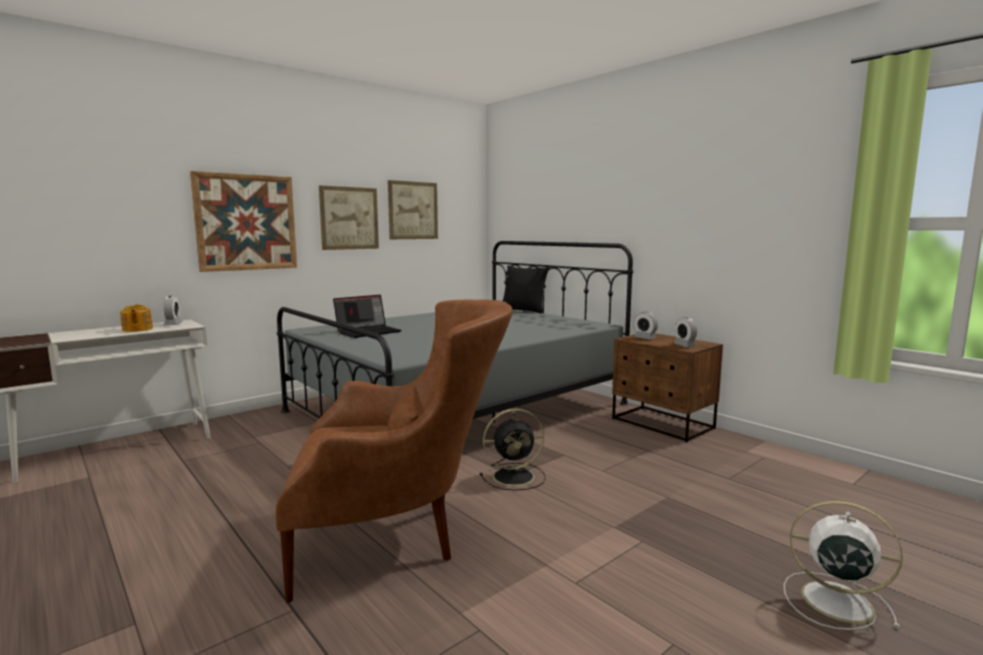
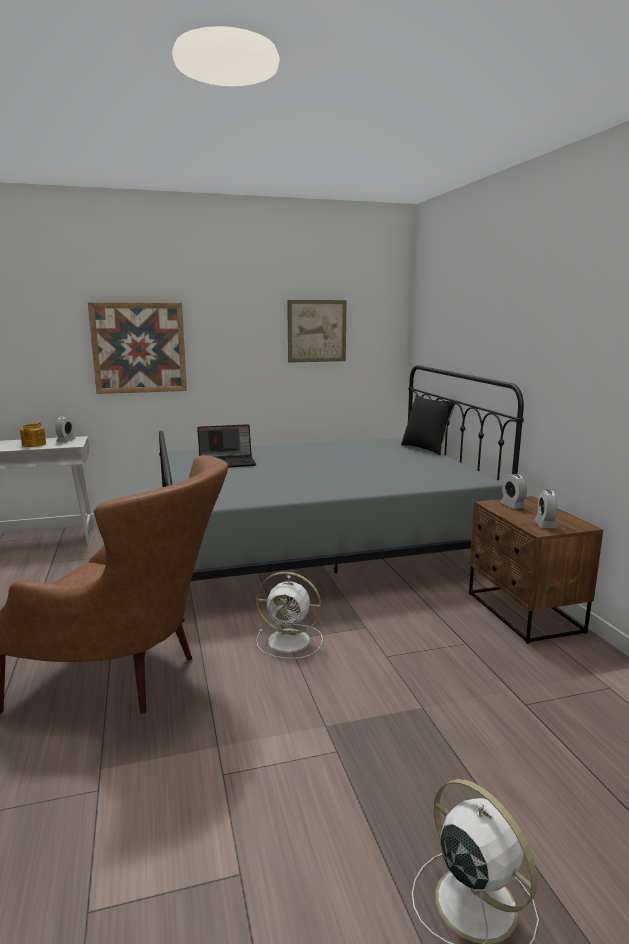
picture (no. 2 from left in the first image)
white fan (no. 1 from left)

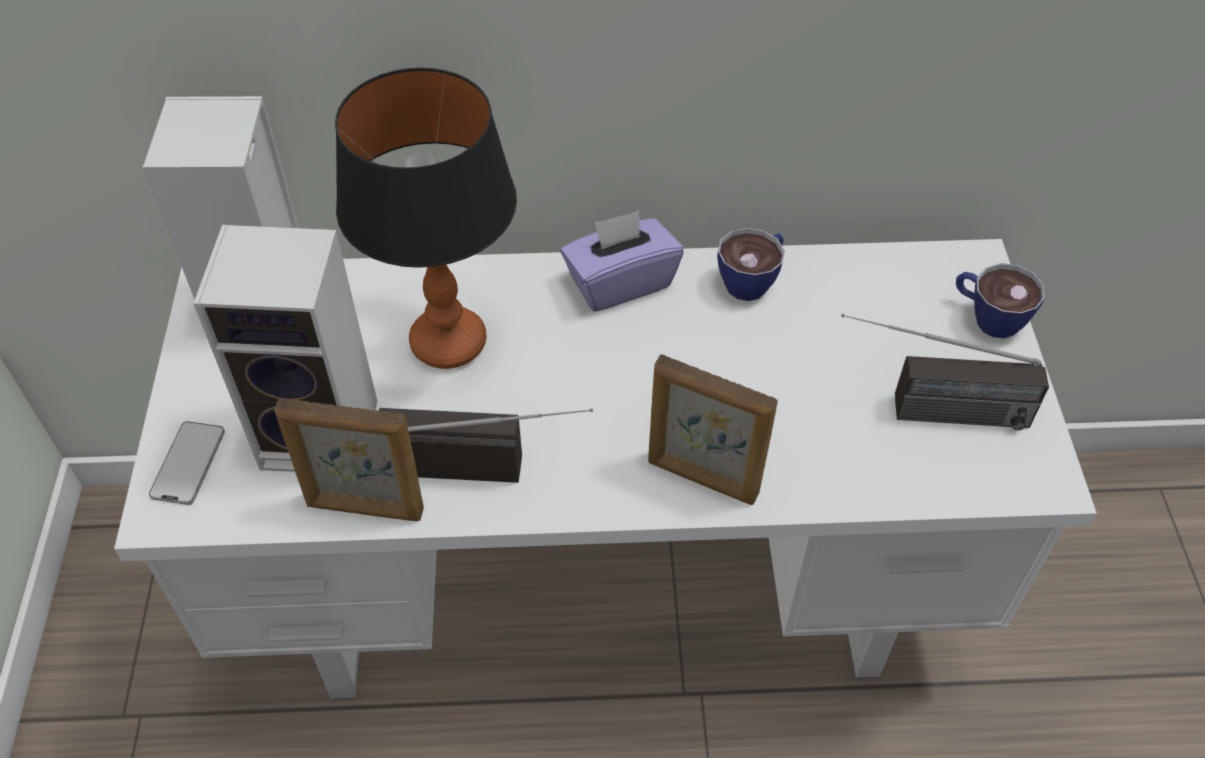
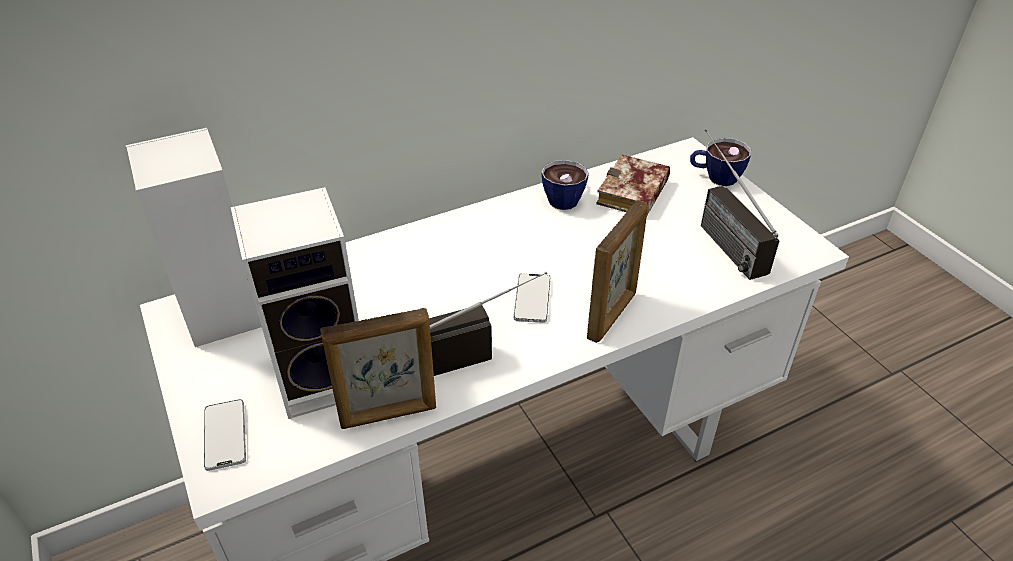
table lamp
purple tissue box
picture frame (no. 2 from left)
radio (no. 2 from left)
phone (no. 2 from left)
book

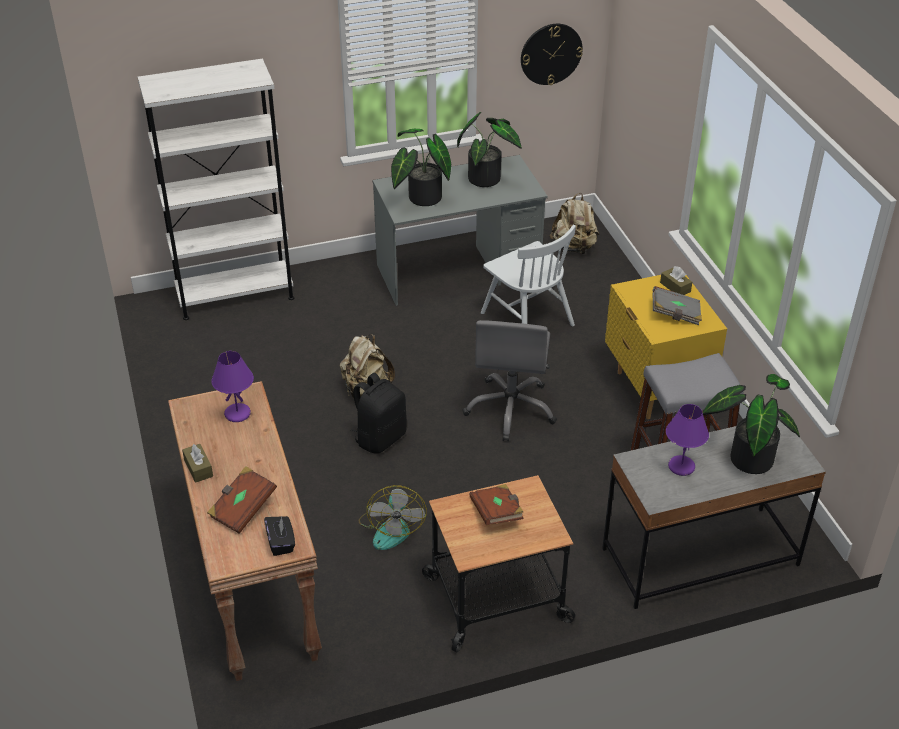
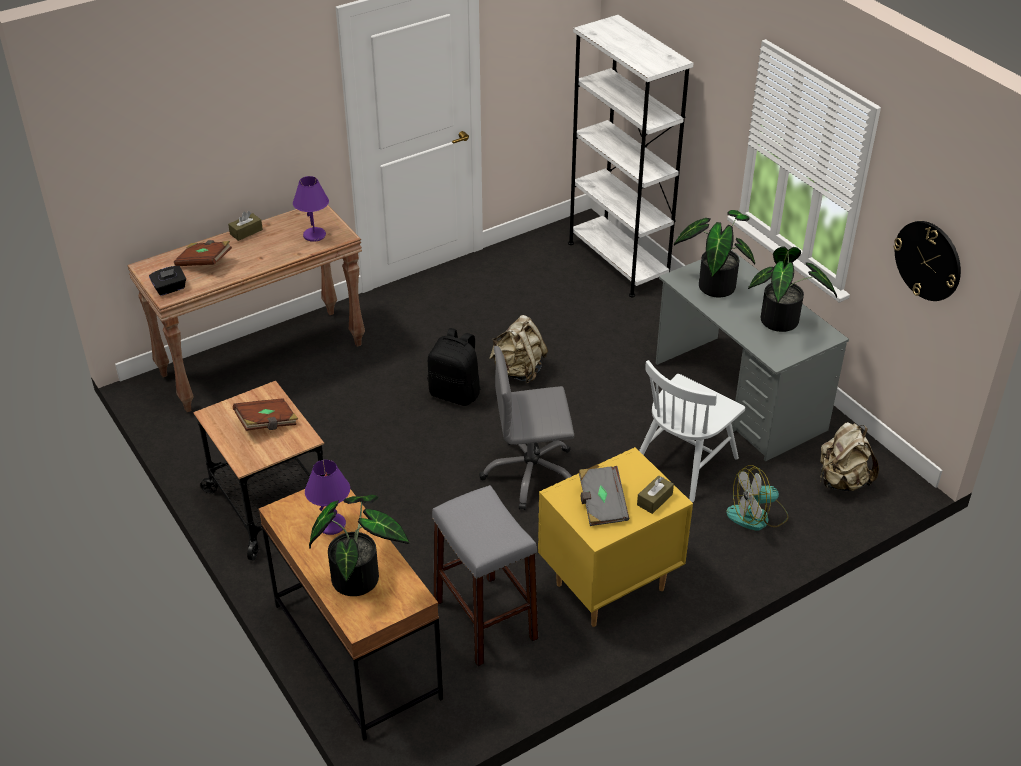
fan
brown desk

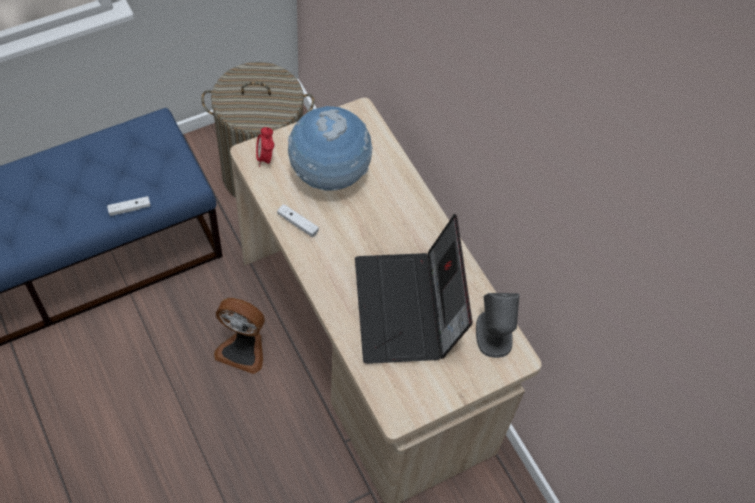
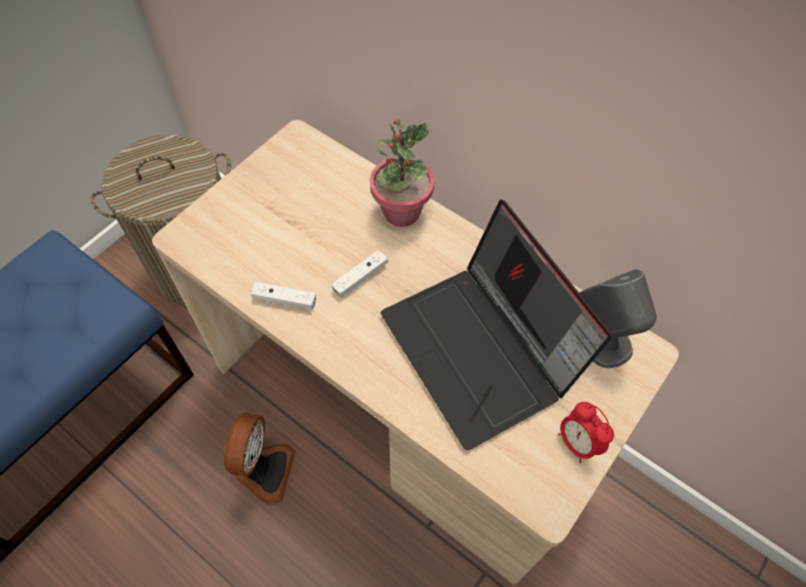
white game controller (no. 2 from left)
fan
alarm clock
globe
potted plant

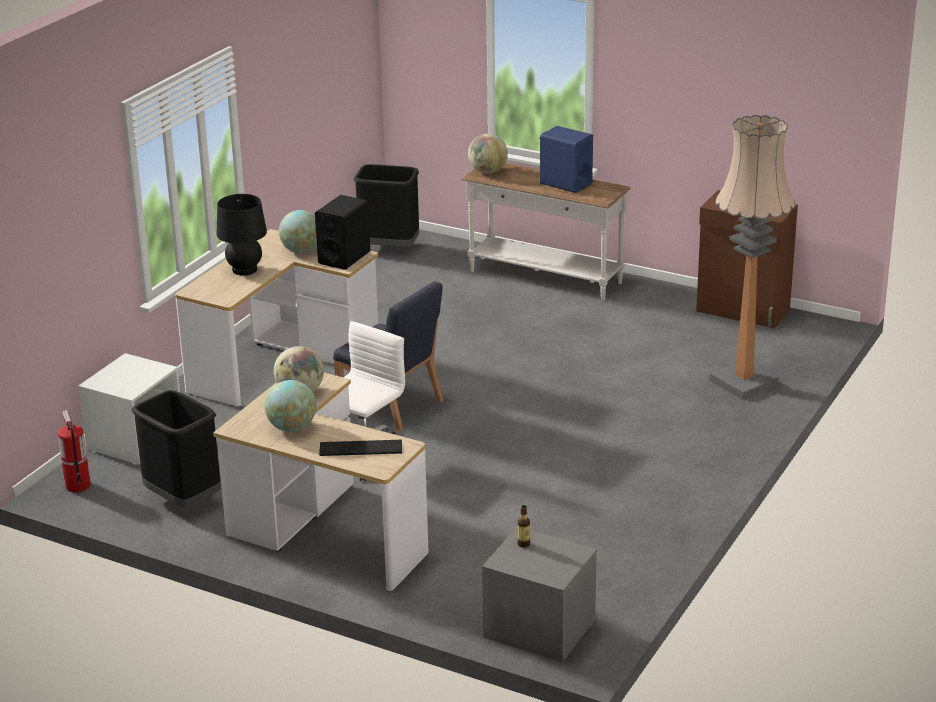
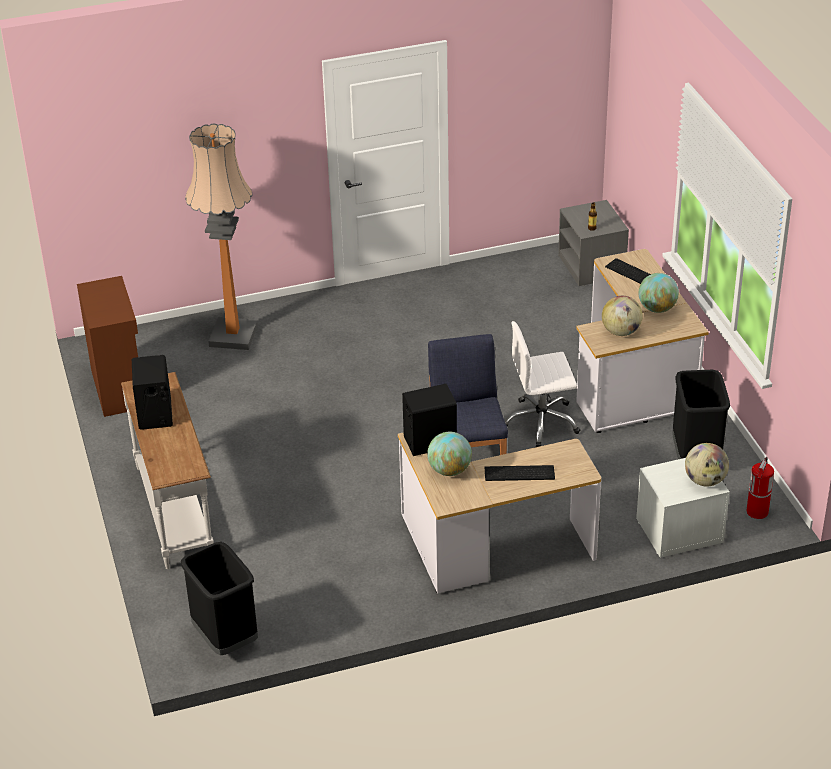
keyboard (no. 1 from left)
globe (no. 4 from left)
black speaker (no. 1 from left)

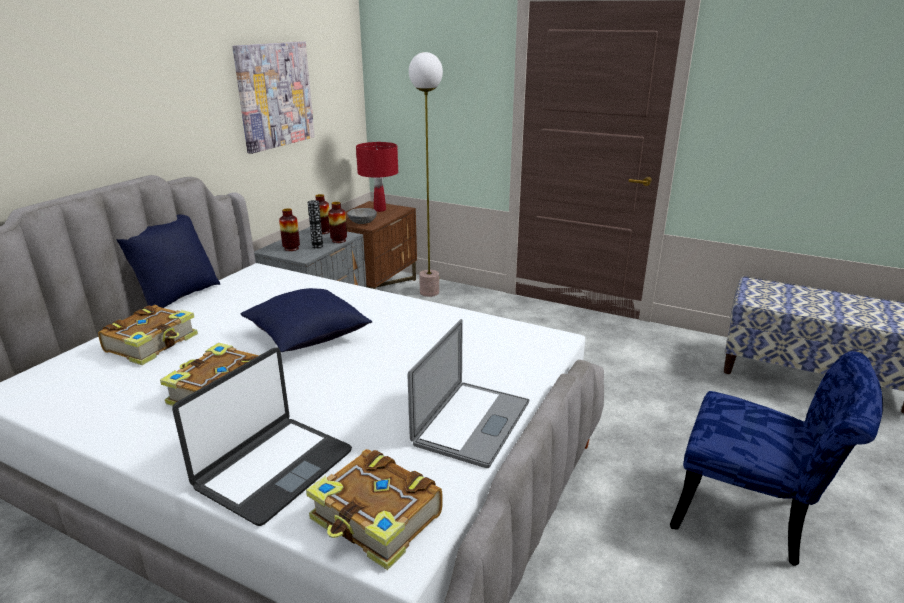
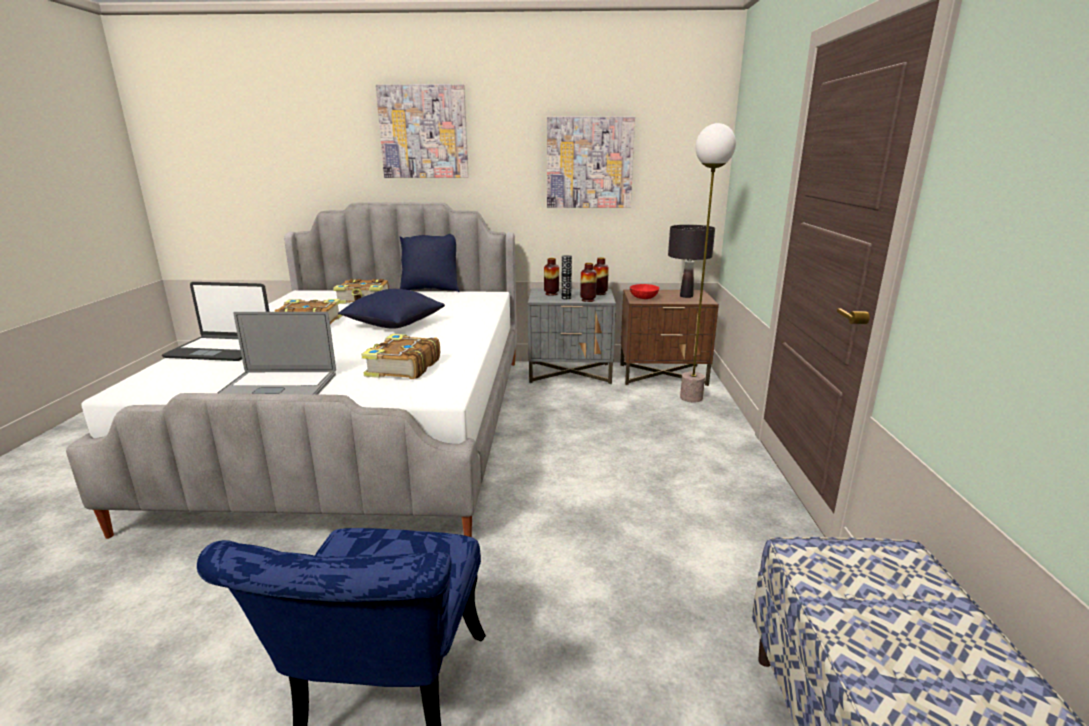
book (no. 3 from left)
red bowl
black table lamp
picture (no. 1 from left)

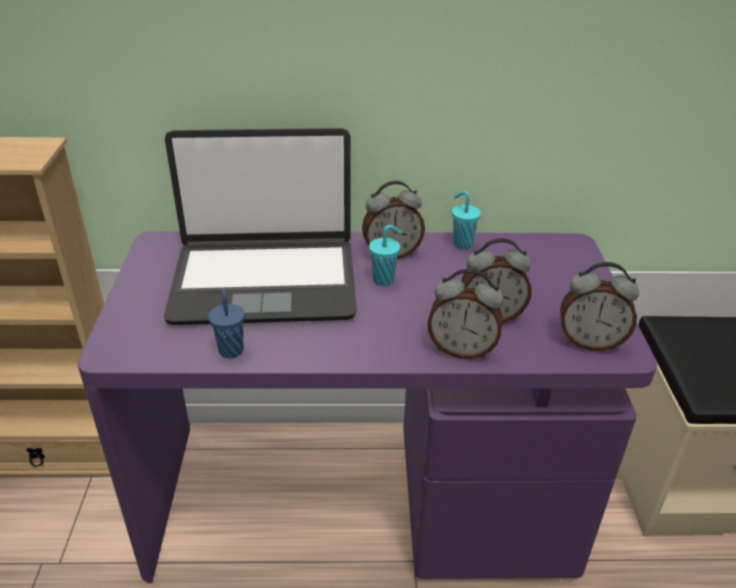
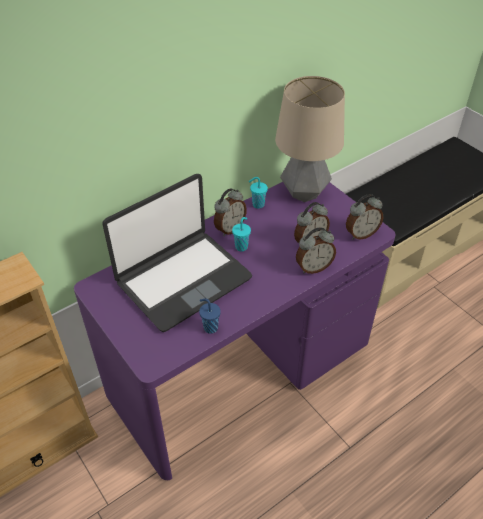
table lamp

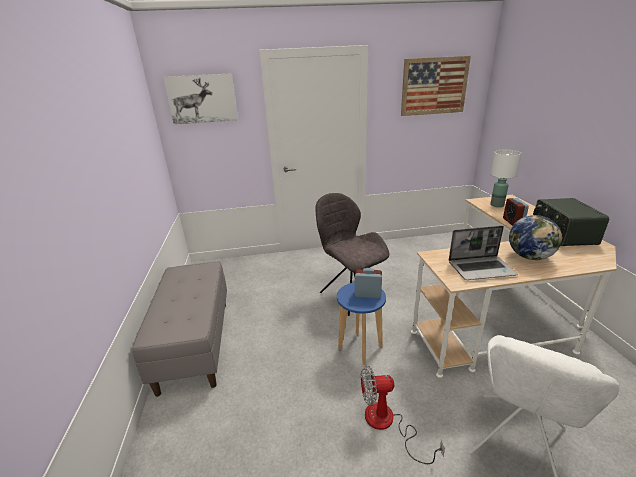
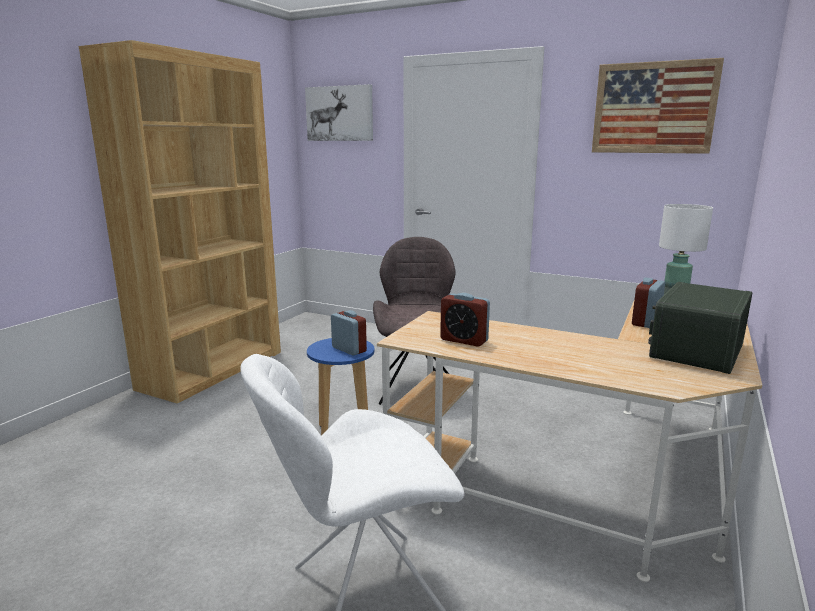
brown bookcase
fan
alarm clock (no. 2 from left)
globe

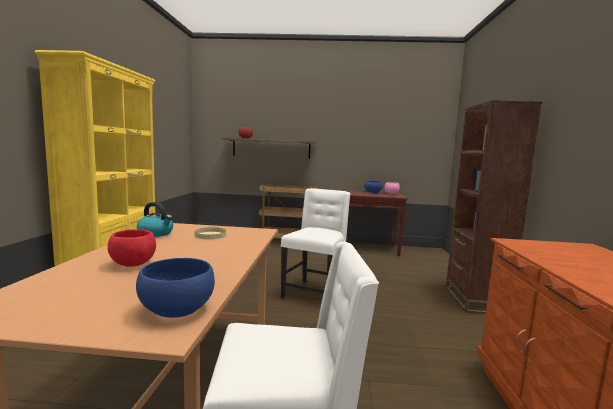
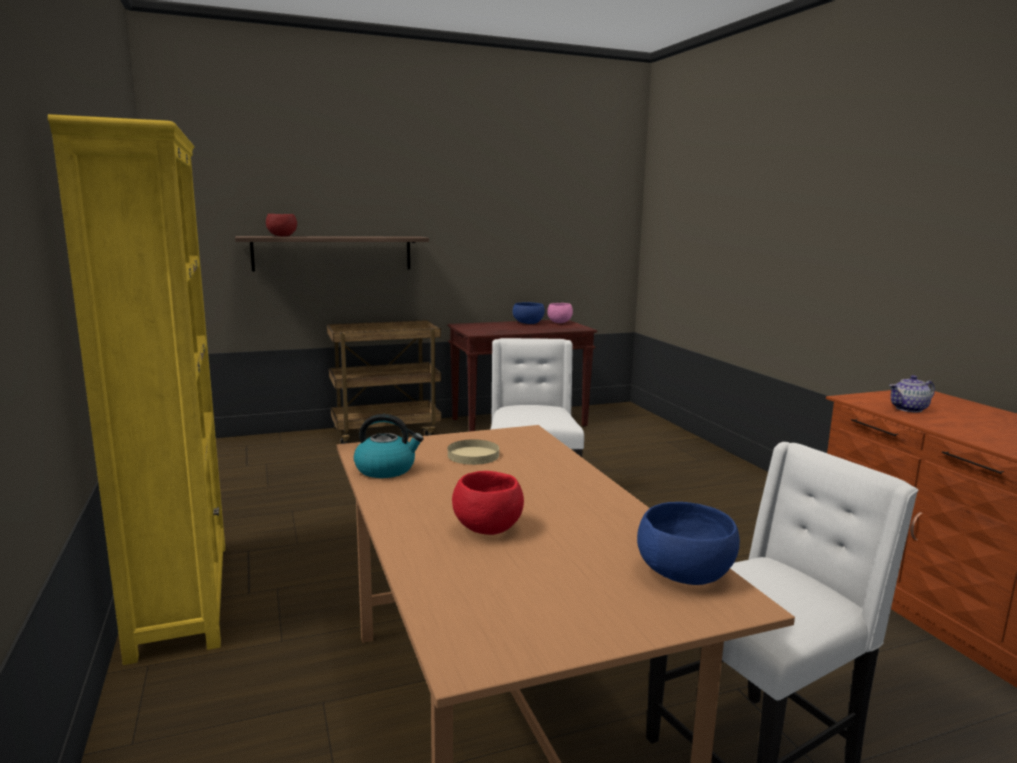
brown bookcase
teapot

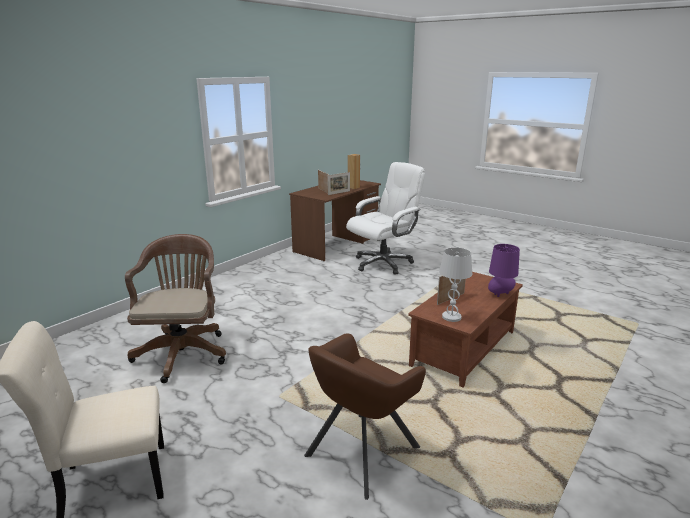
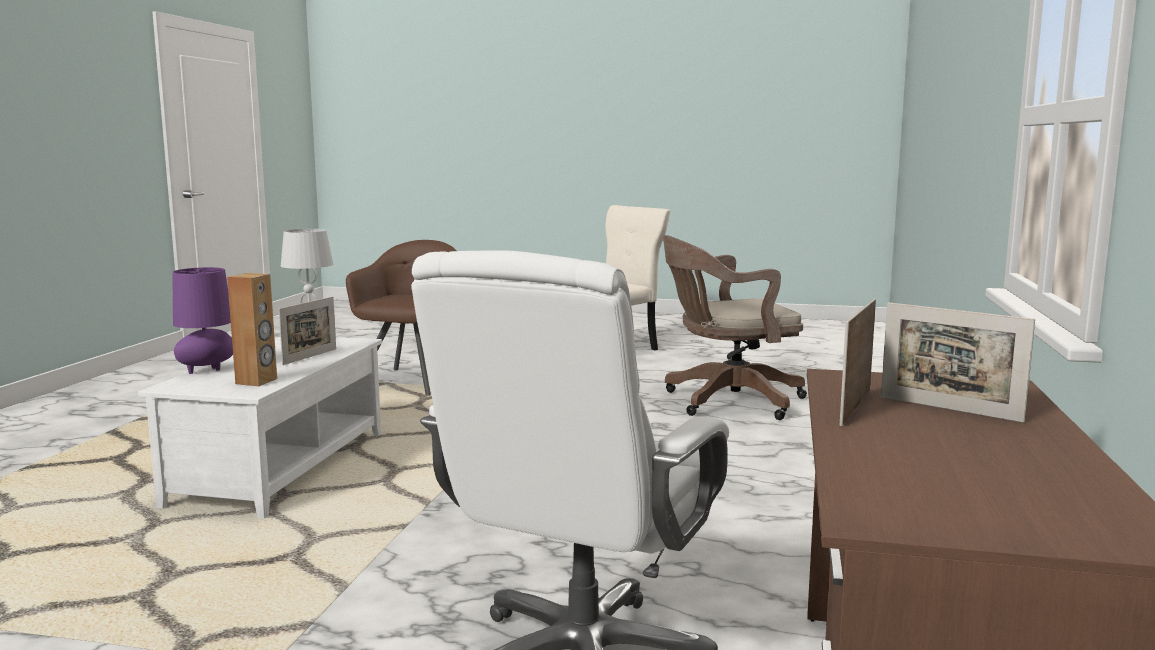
brown office chair
brown speaker
white coffee table

